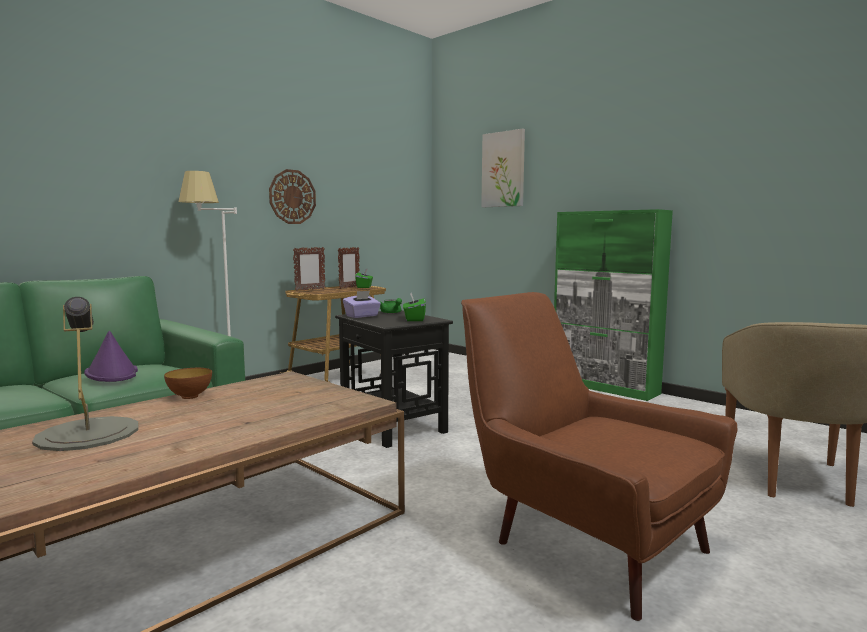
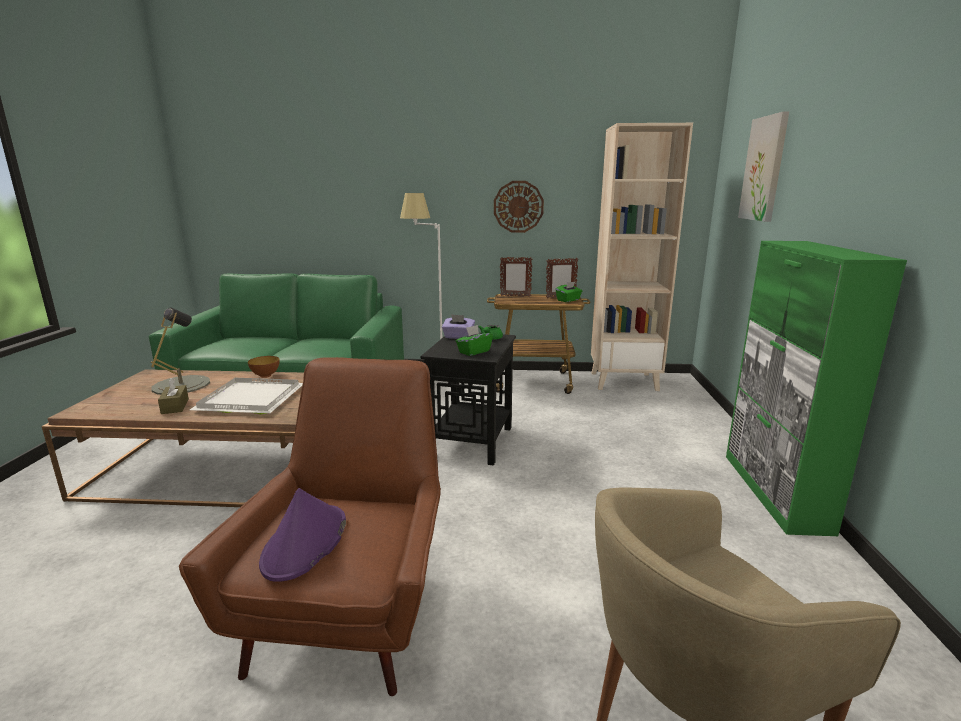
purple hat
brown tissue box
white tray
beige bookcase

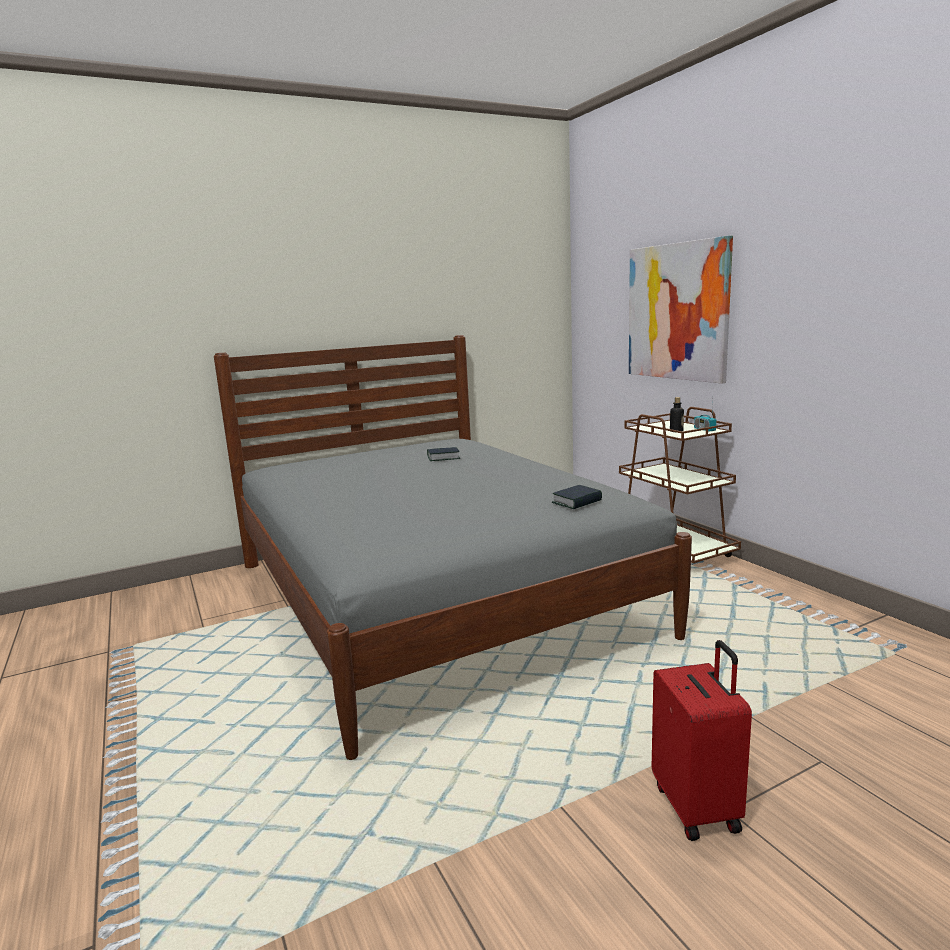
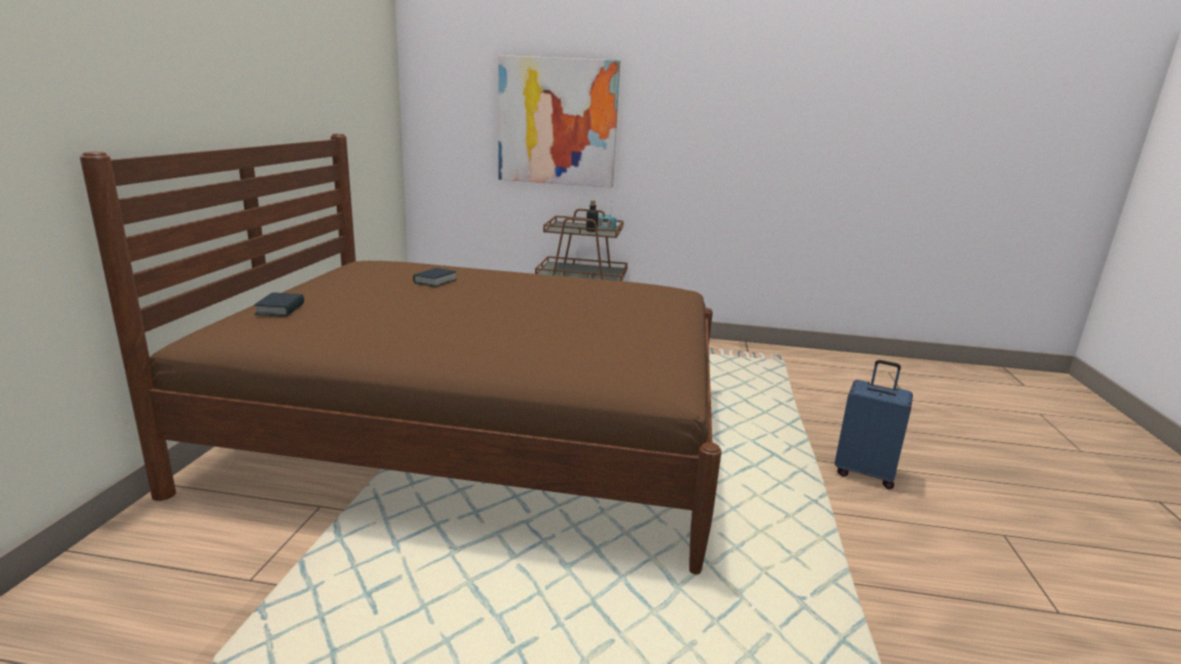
brown bed
book (no. 1 from left)
blue suitcase

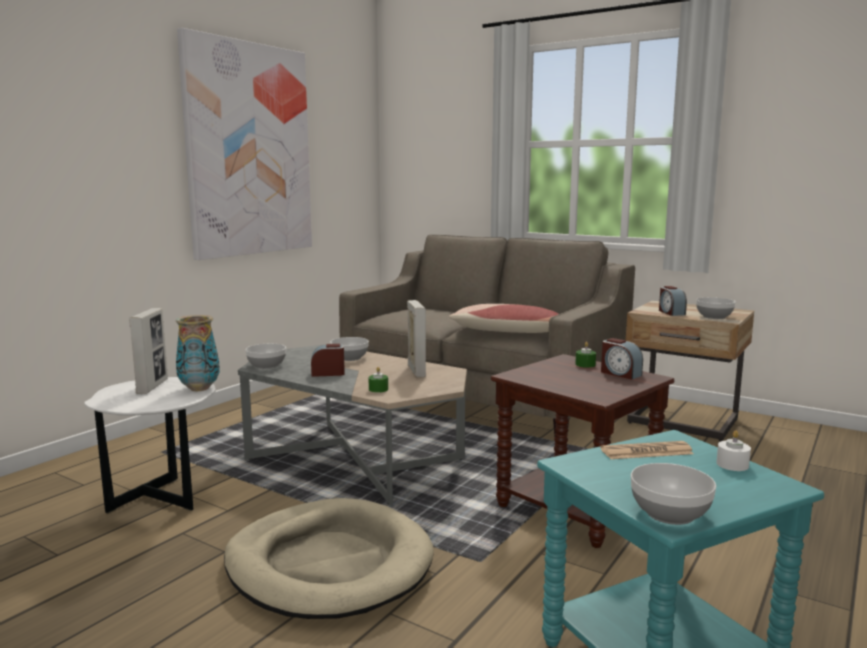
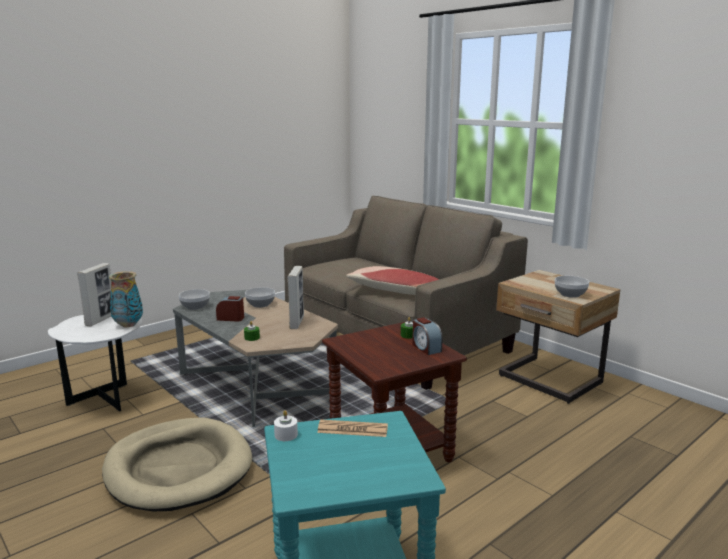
picture
bowl (no. 3 from left in the first image)
alarm clock (no. 3 from left in the first image)
white candle

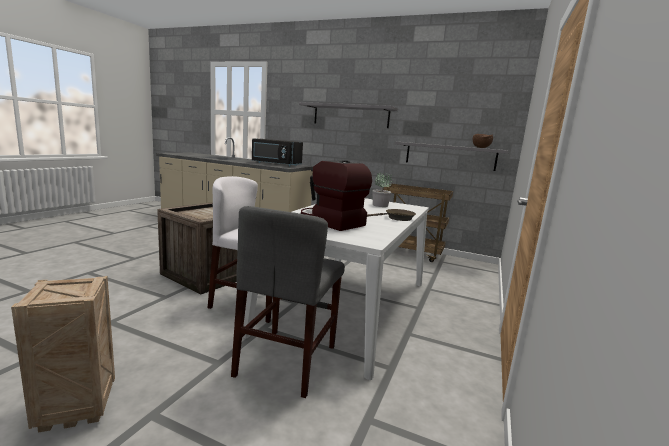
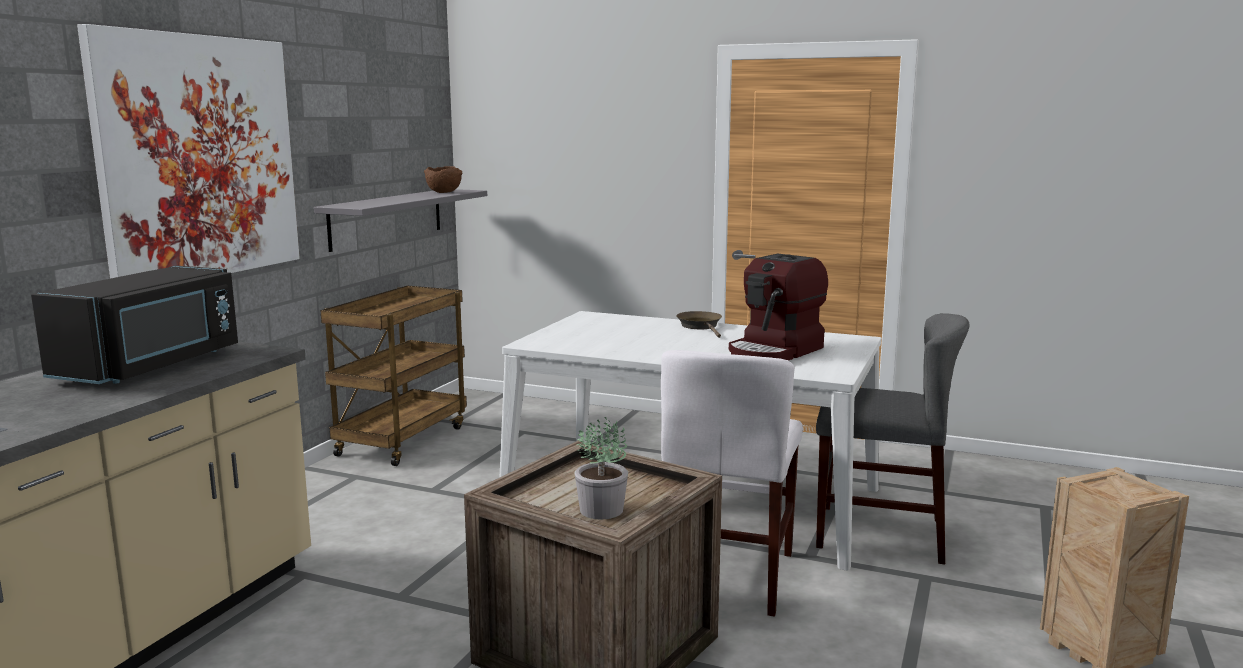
picture
potted plant

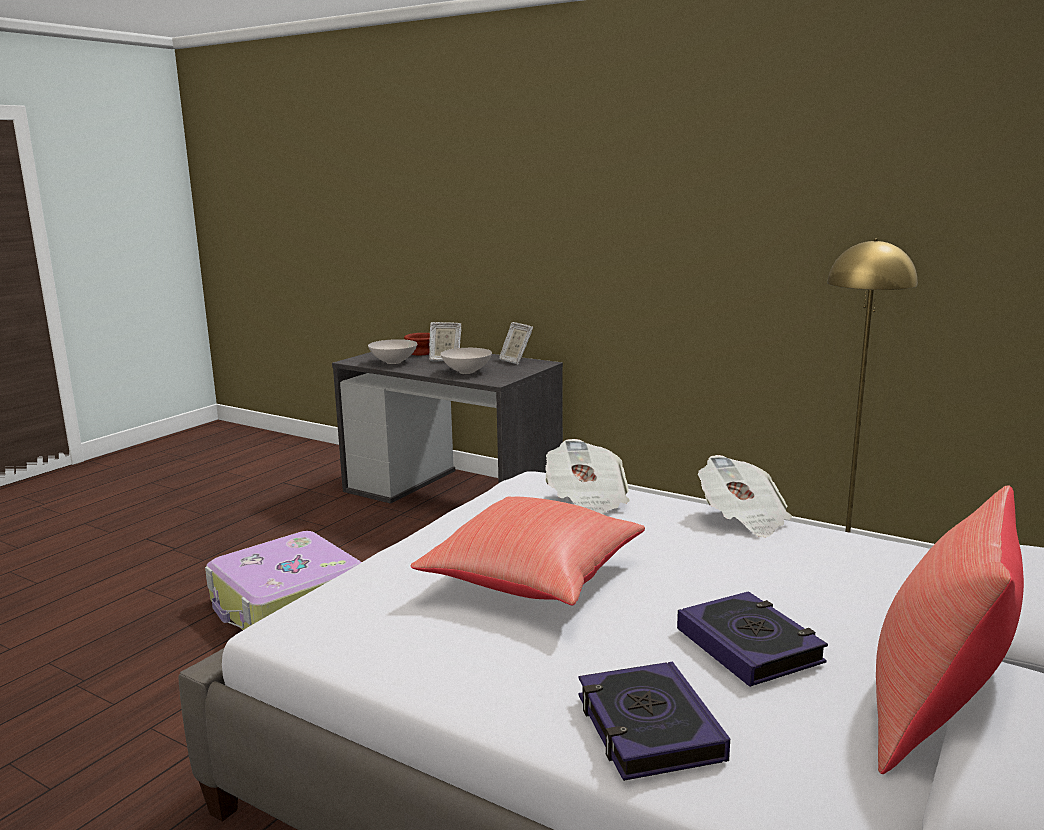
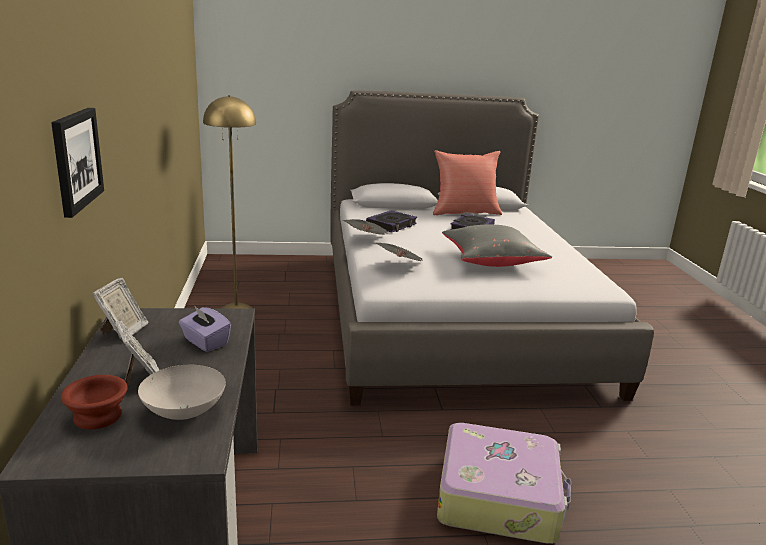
grey pillow
purple tissue box
book (no. 1 from left)
picture

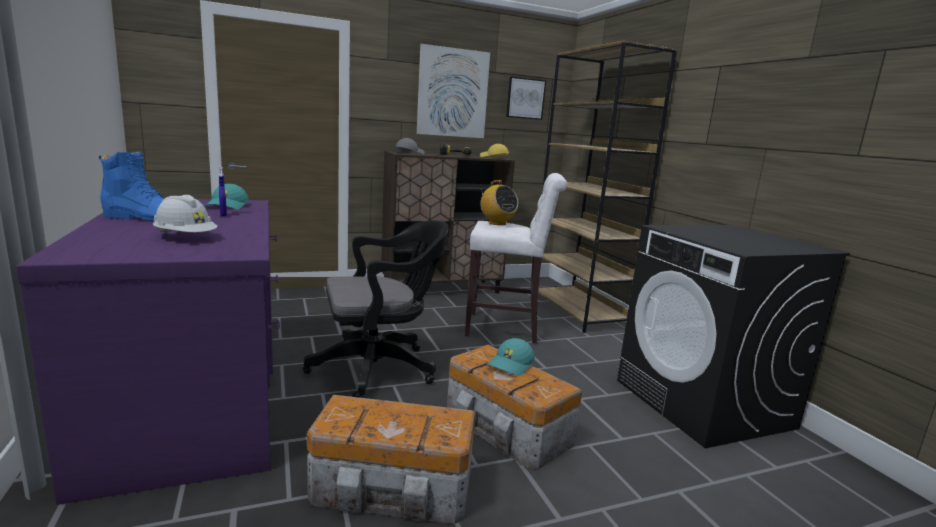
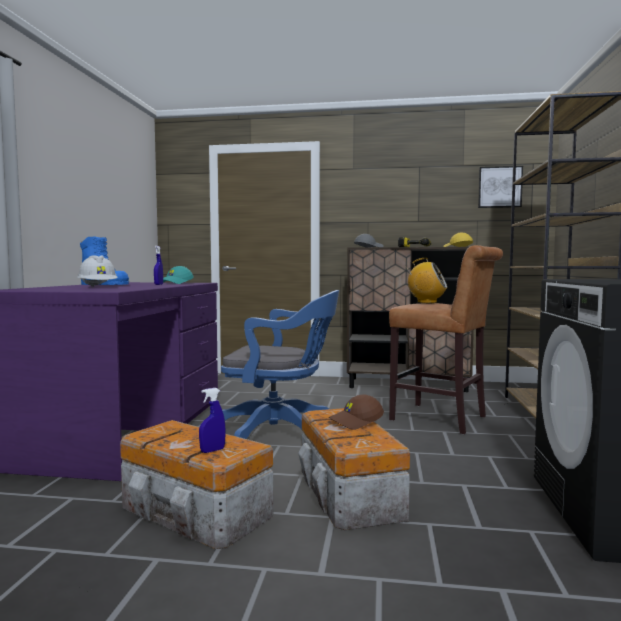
blue office chair
picture (no. 1 from left in the first image)
brown stool
radio
brown cap
blue spray bottle (no. 2 from left)

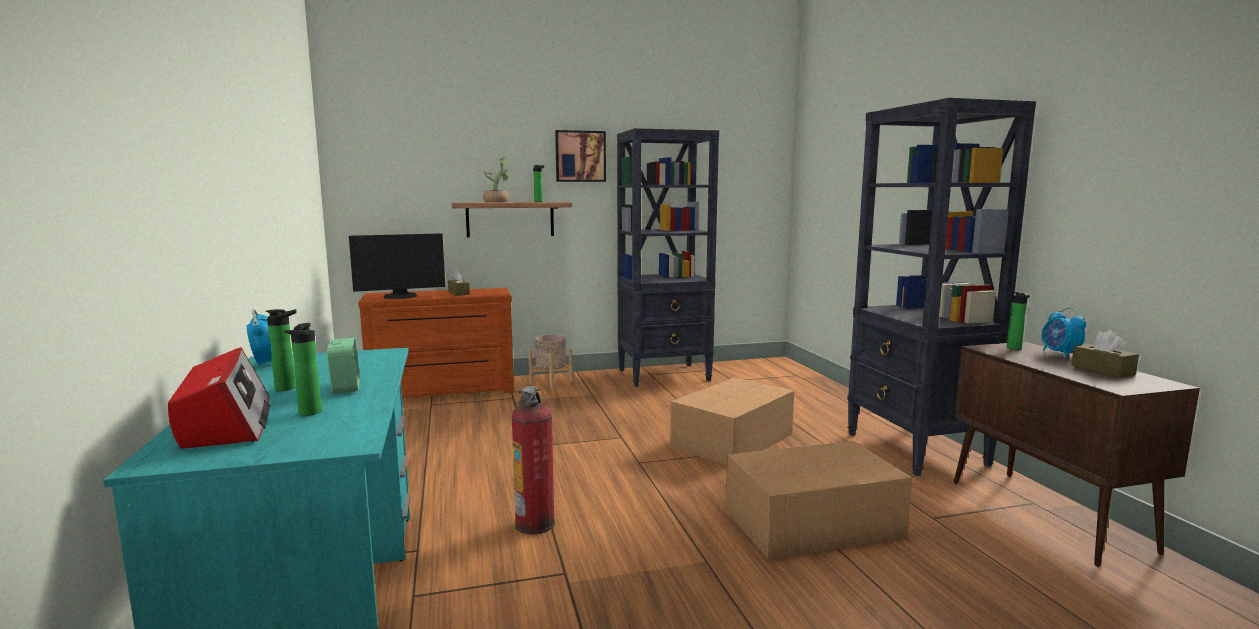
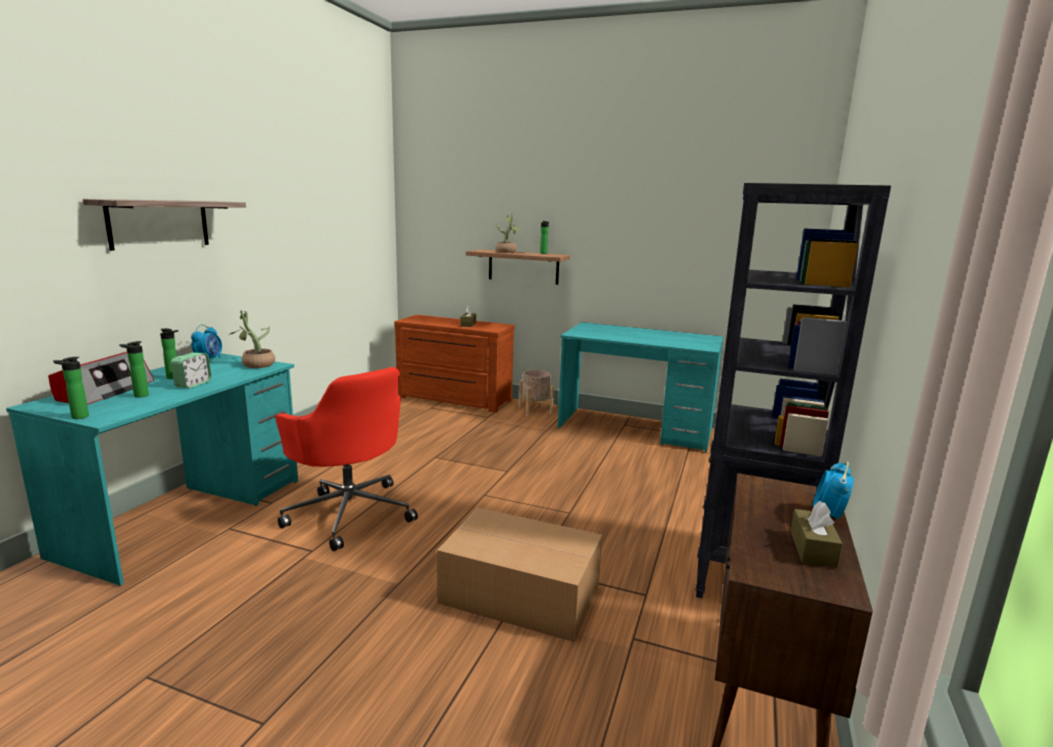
monitor
red office chair
picture
turquoise desk (no. 2 from left)
cardboard box (no. 1 from left in the first image)
bottle (no. 1 from left)
shelf (no. 1 from left)
potted plant (no. 1 from left)

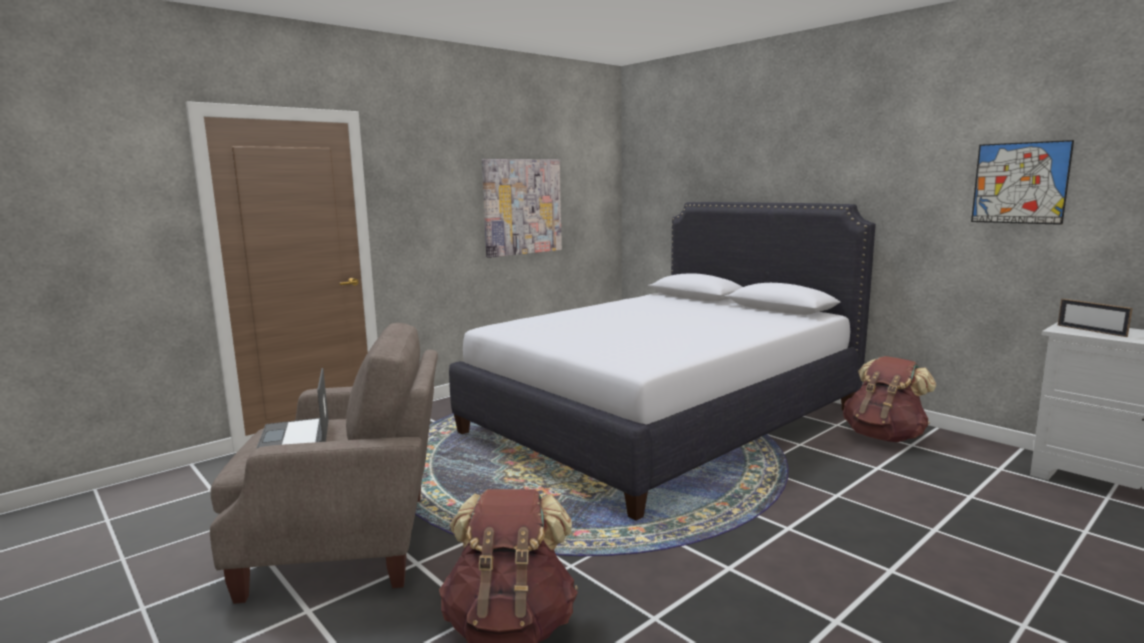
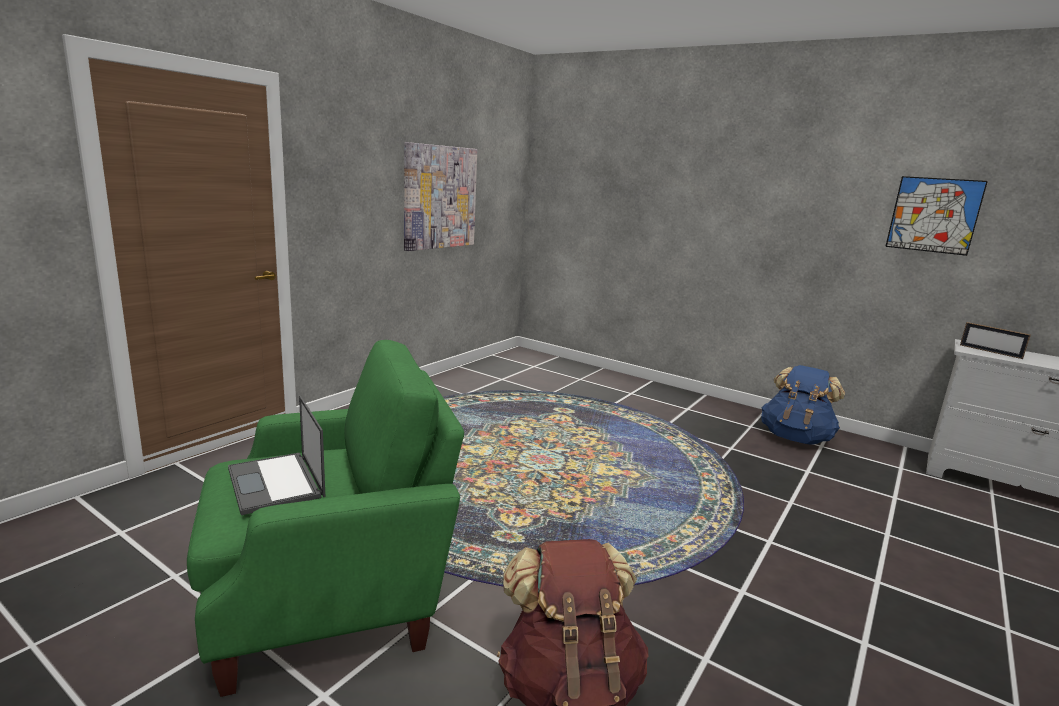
green armchair
white bed
blue backpack

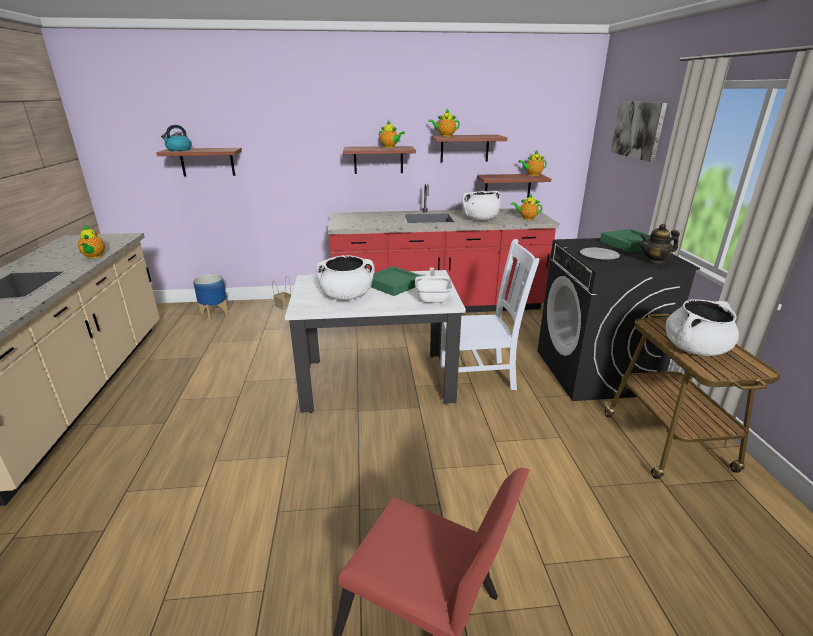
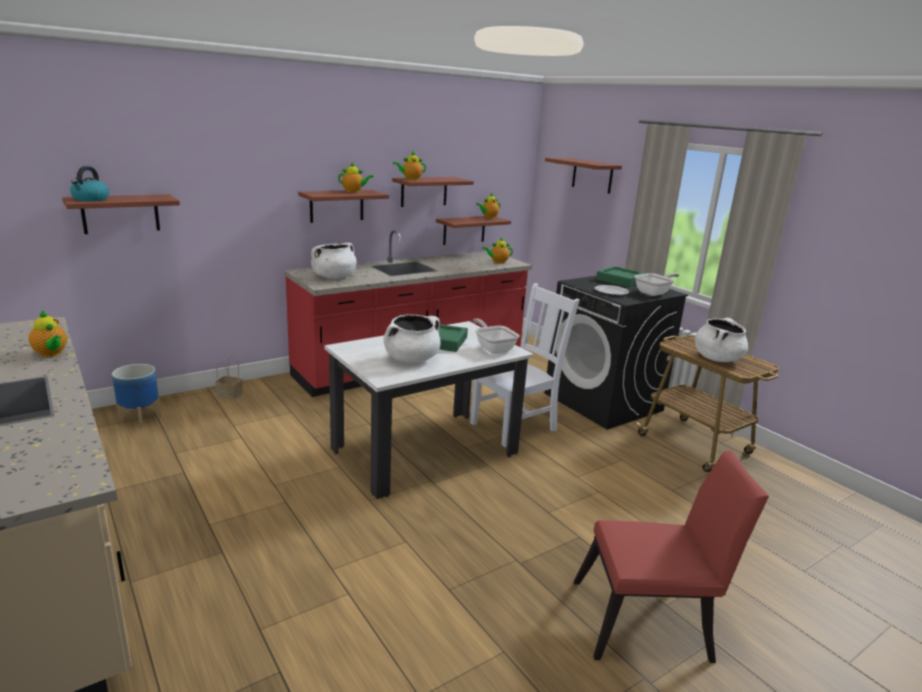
white cooking pot (no. 1 from left)
shelf (no. 5 from left)
frying pan (no. 2 from left)

